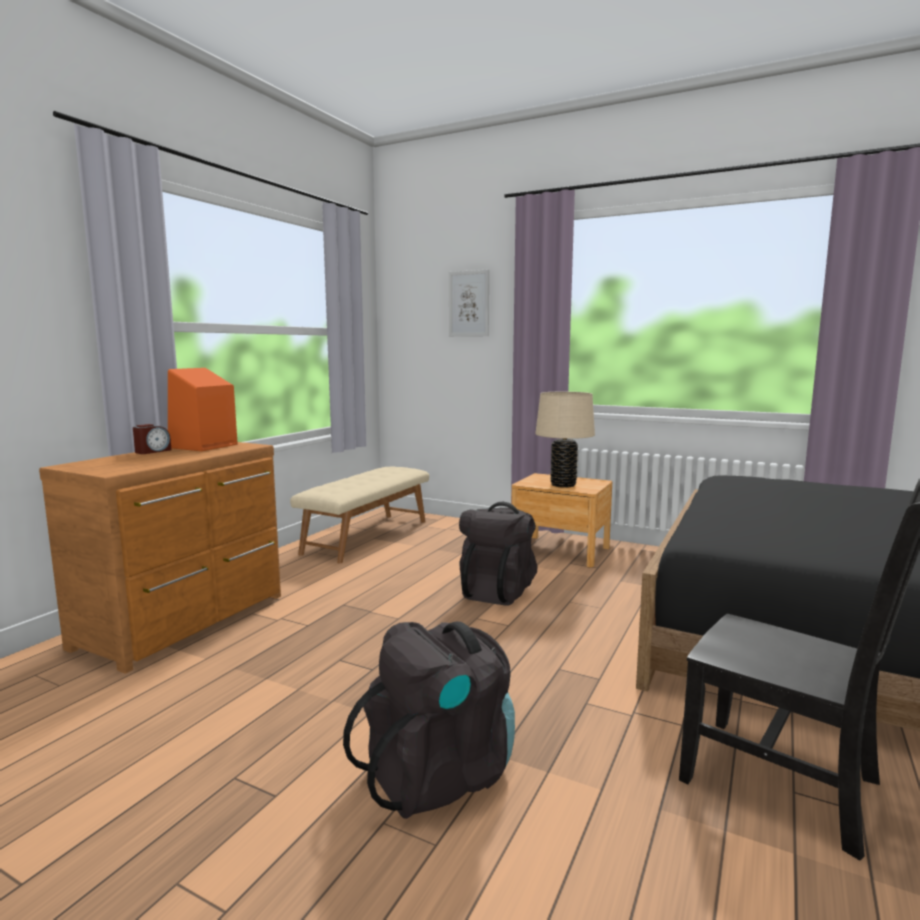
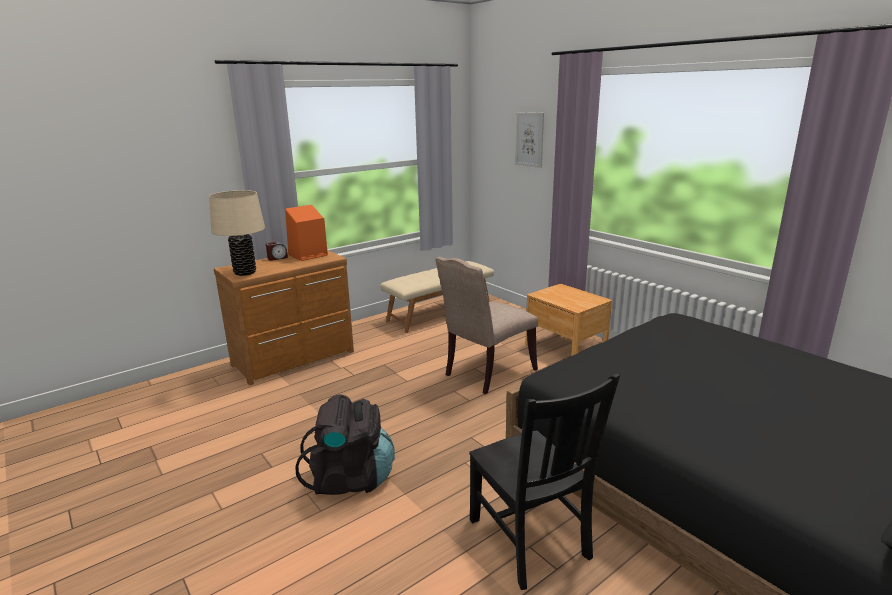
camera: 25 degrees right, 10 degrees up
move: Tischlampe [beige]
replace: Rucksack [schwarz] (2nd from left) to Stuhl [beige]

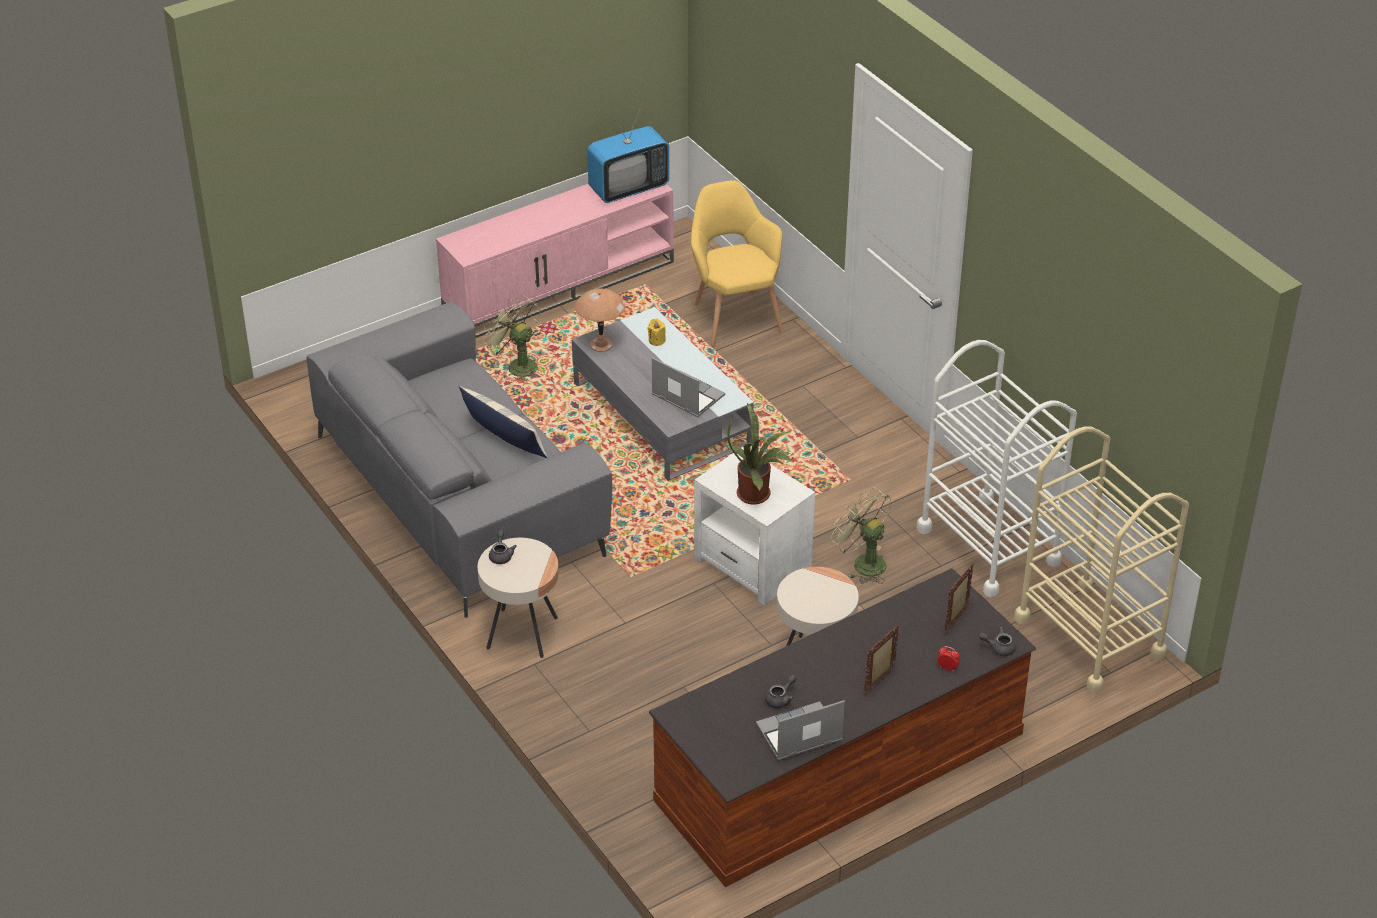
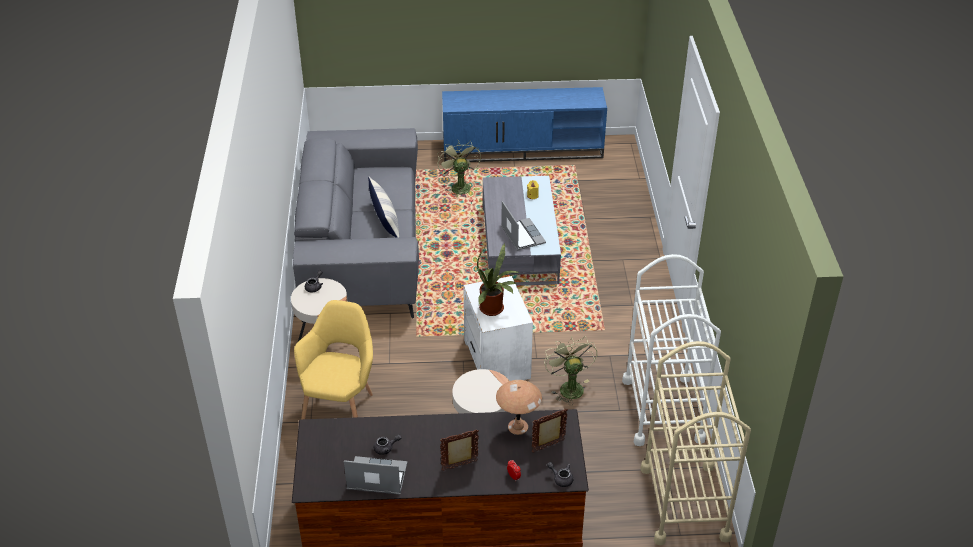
camera: 30 degrees right, 0 degrees up
delete: Fernseher
move: Sessel [gelb]; Tischlampe [braun]
recolor: Fernsehschrank [rosa] to Fernsehschrank [blau]

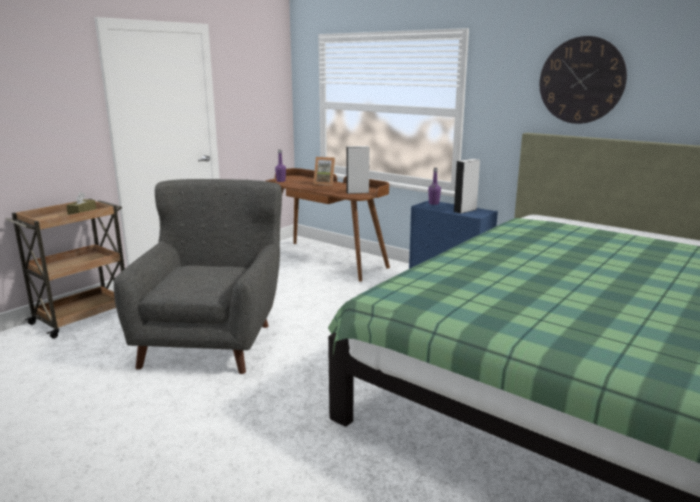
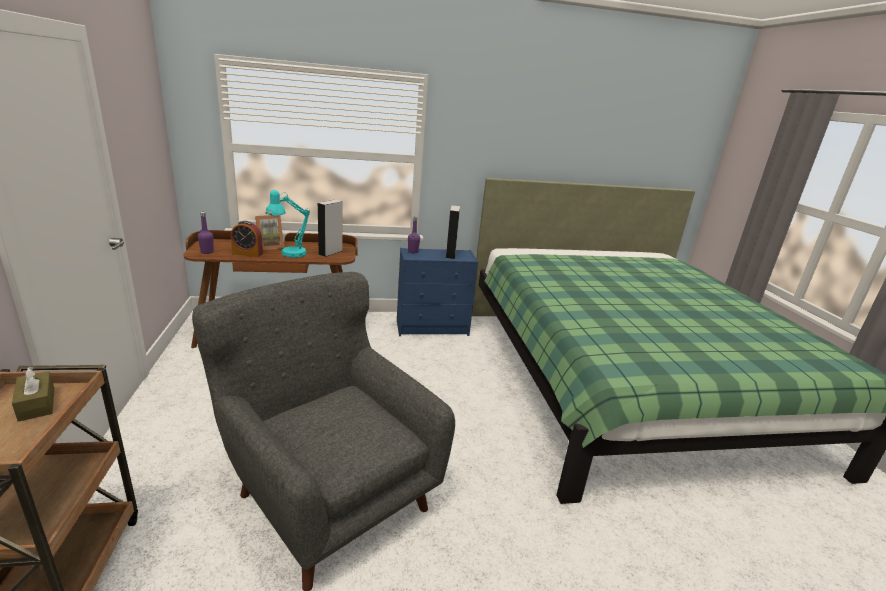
camera: 50 degrees left, 5 degrees up
delete: Wanduhr
insert: Wecker; Tischlampe [türkis]

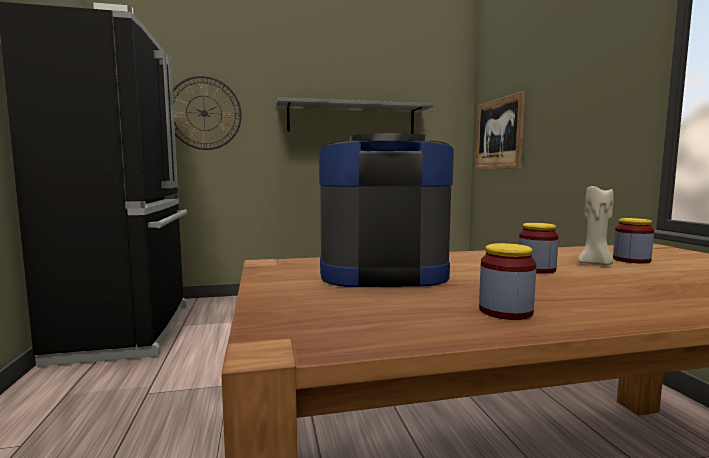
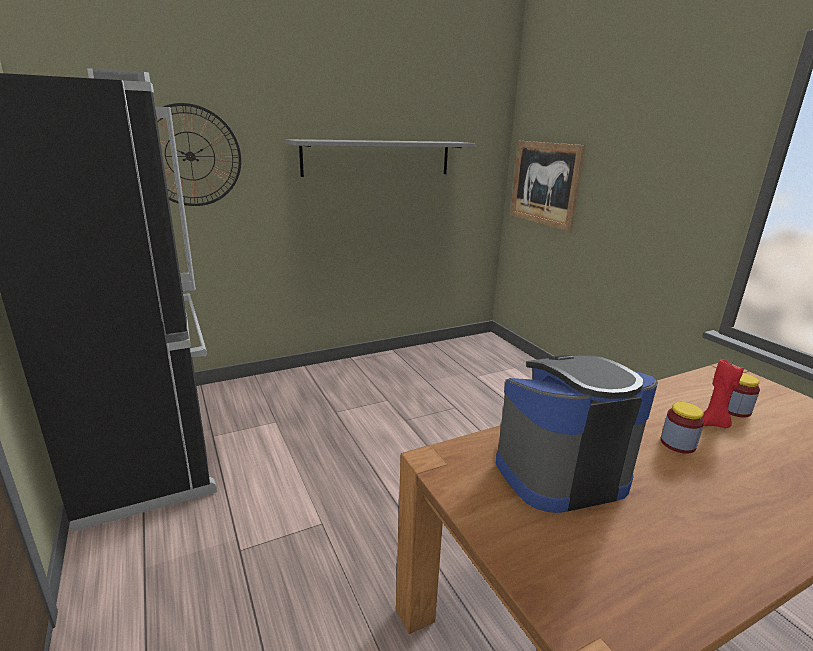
camera: 15 degrees left, 15 degrees up
delete: Vorratsglas (1st from left)
recolor: Kerze [beige] to Kerze [rot]

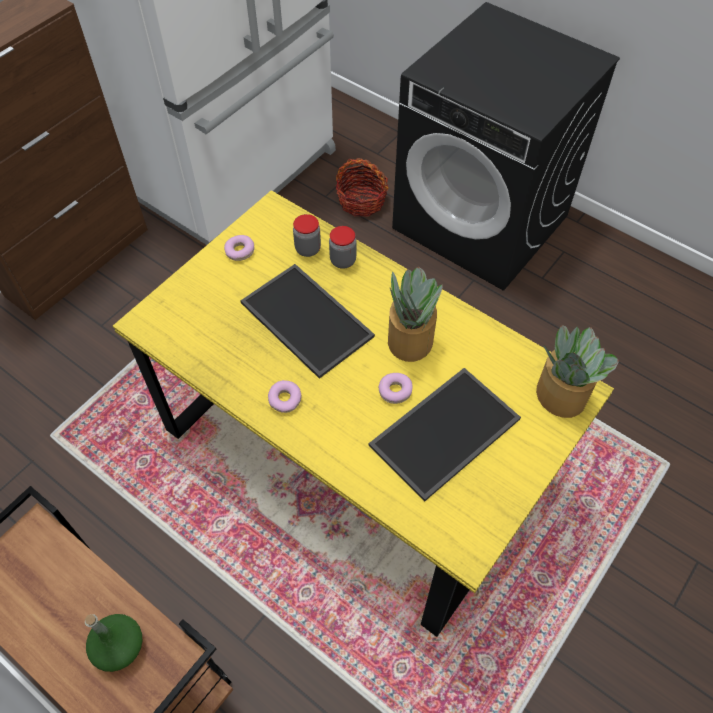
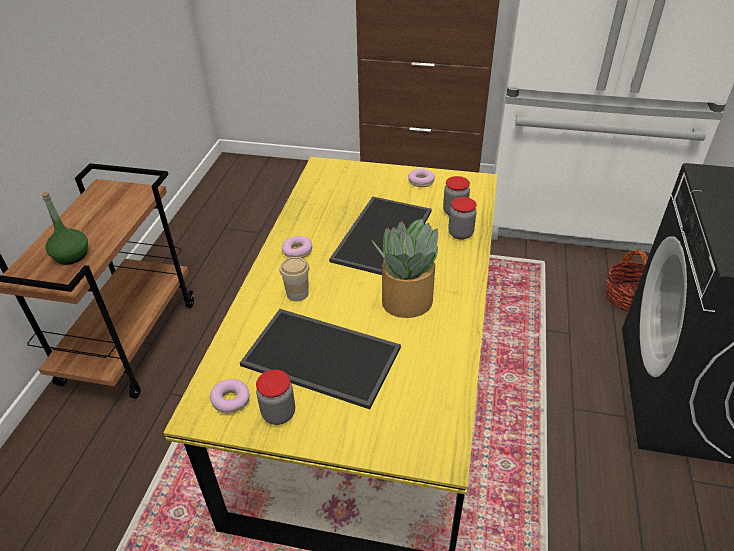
camera: 65 degrees right, 15 degrees down
delete: Topfpflanze (2nd from left)
insert: Vorratsglas (1st from left); Tasse
move: Donut (3rd from left in the first image) to Donut (1st from left)

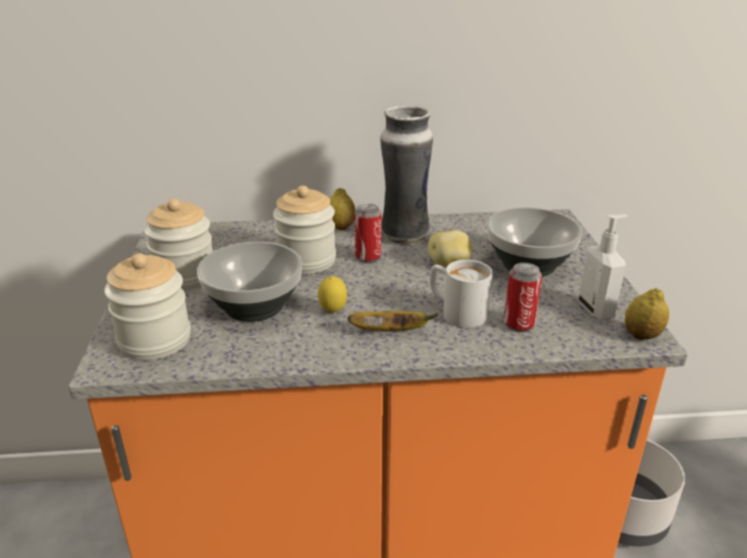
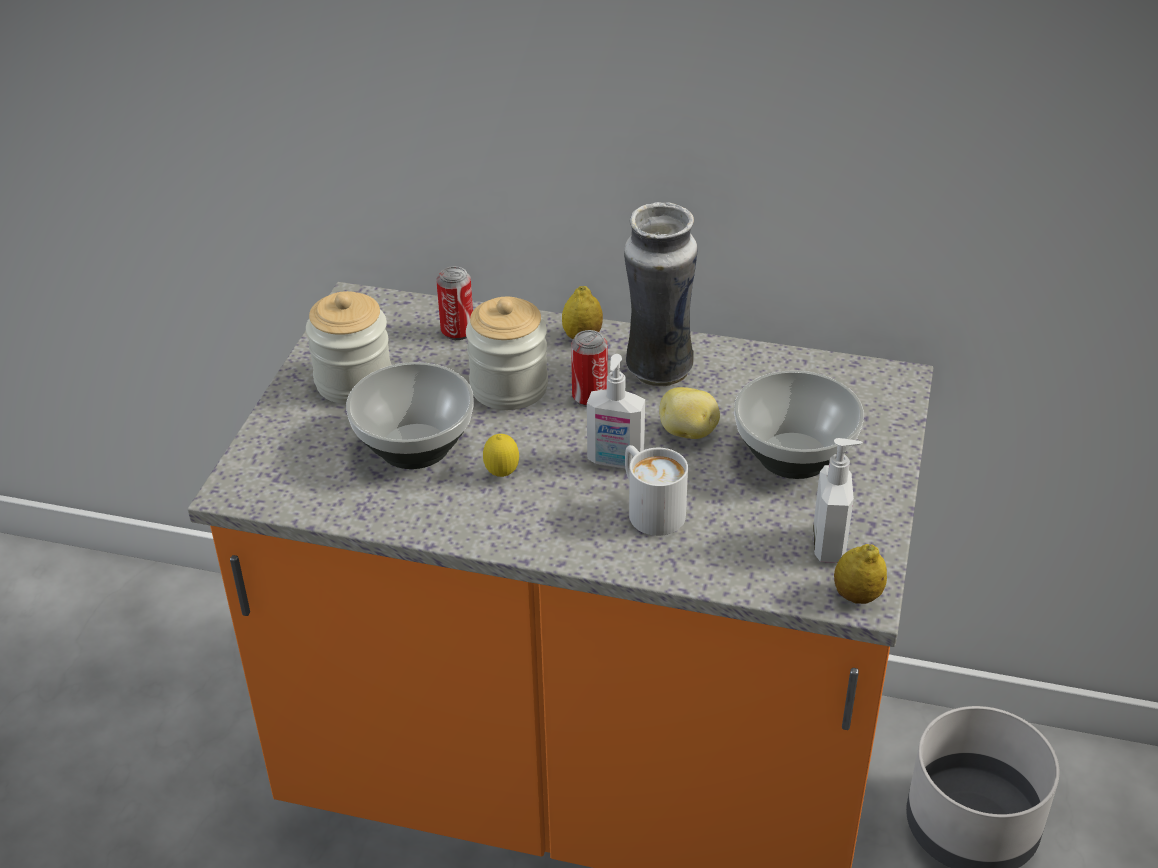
camera: 20 degrees right, 10 degrees up
delete: Vorratsglas (1st from left); Banane
insert: Seifenspender (1st from left)
move: Dose (2nd from left in the first image) to Dose (1st from left)

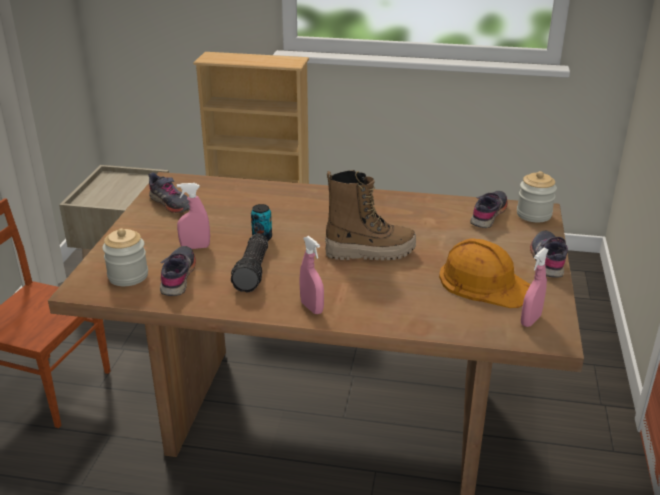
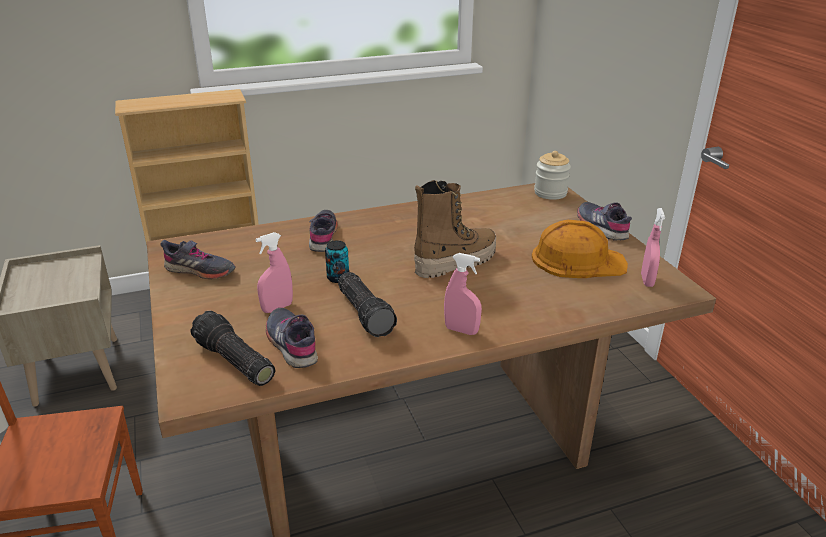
camera: 30 degrees left, 0 degrees up
move: Schuh [grau] (3rd from left)
replace: Vorratsglas (1st from left) to Taschenlampe (1st from left)

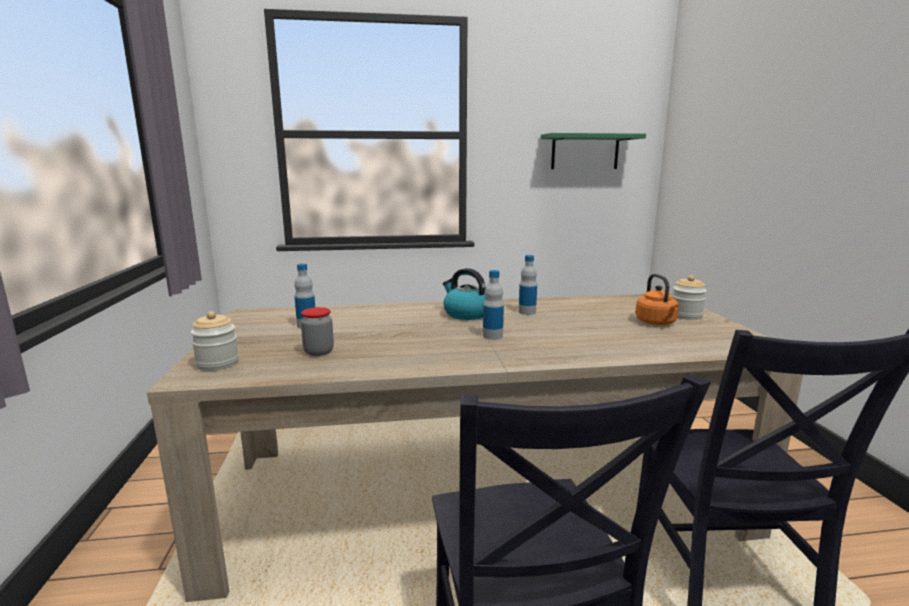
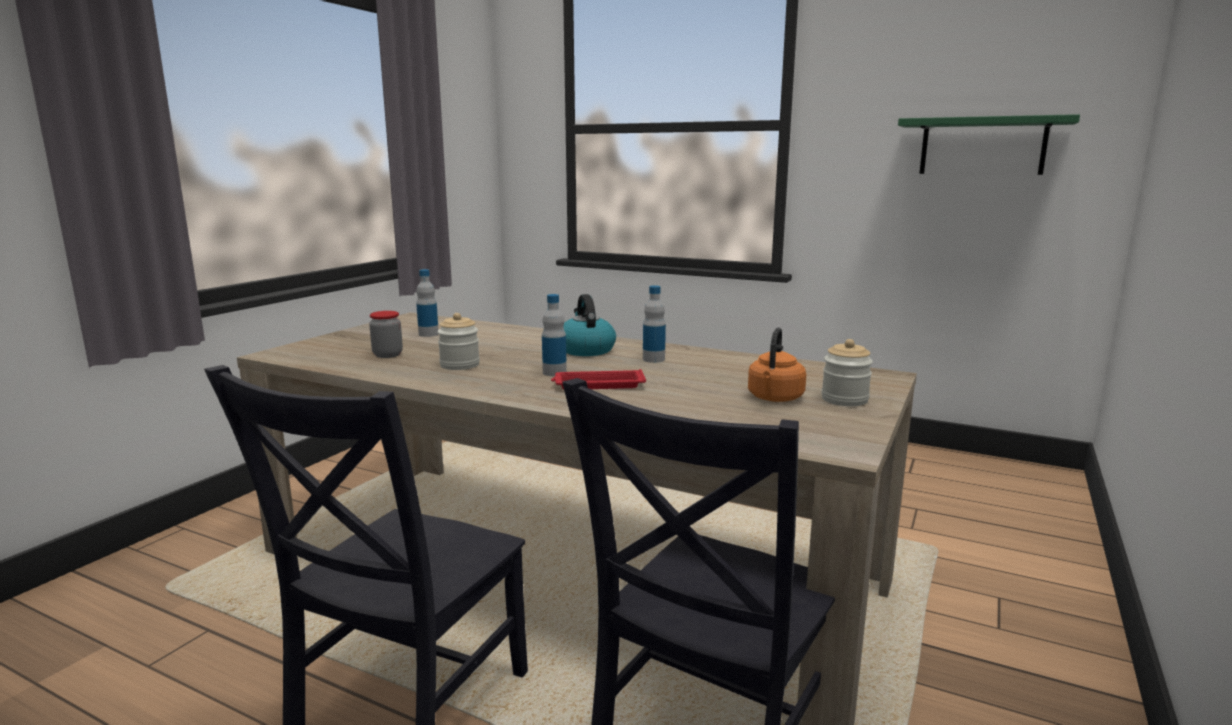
camera: 35 degrees right, 0 degrees up
insert: Tablett [rot]
move: Vorratsglas (1st from left in the first image) to Vorratsglas (2nd from left)

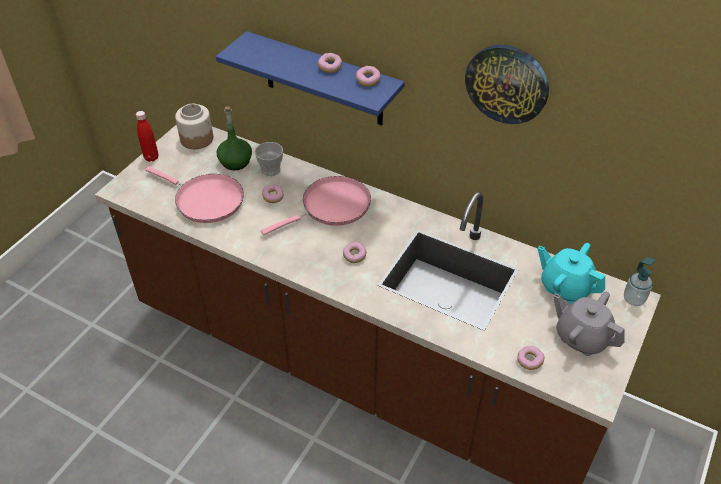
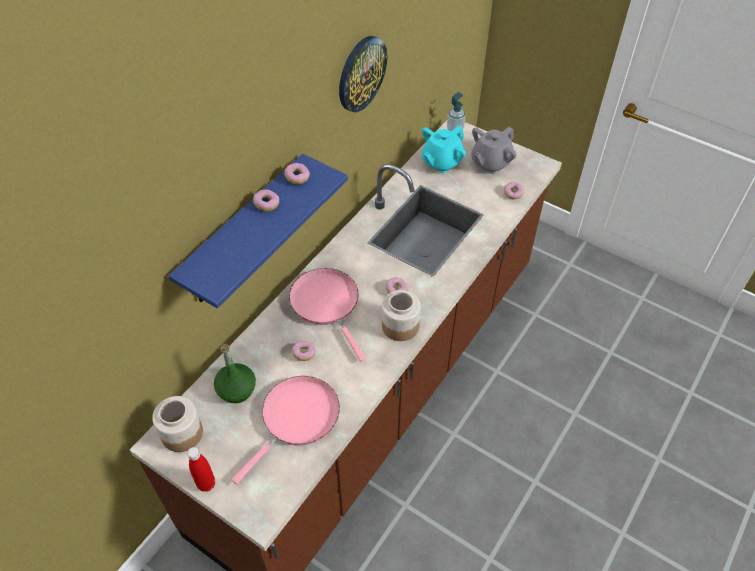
camera: 85 degrees left, 5 degrees up
delete: Tasse
insert: Vorratsglas (2nd from left)

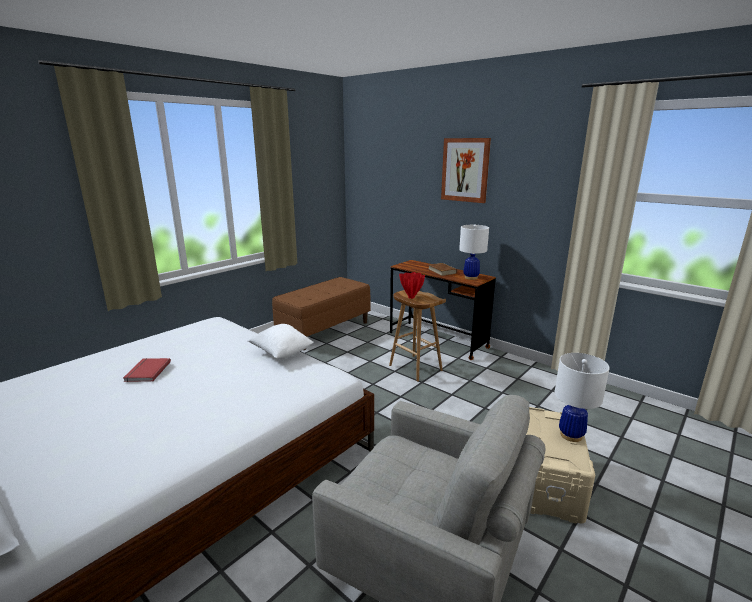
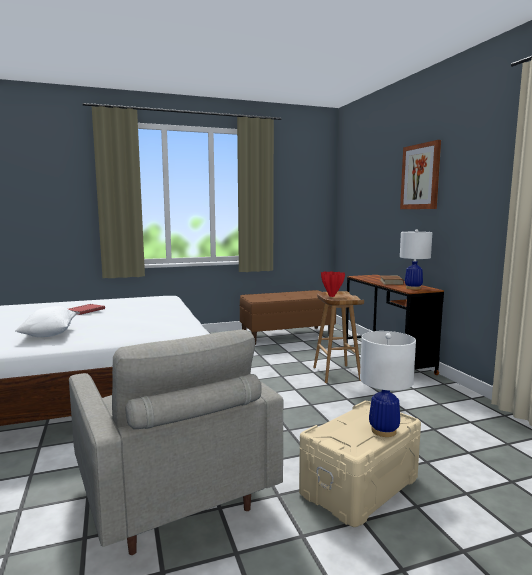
camera: 30 degrees right, 10 degrees down
move: Kissen [weiß]

